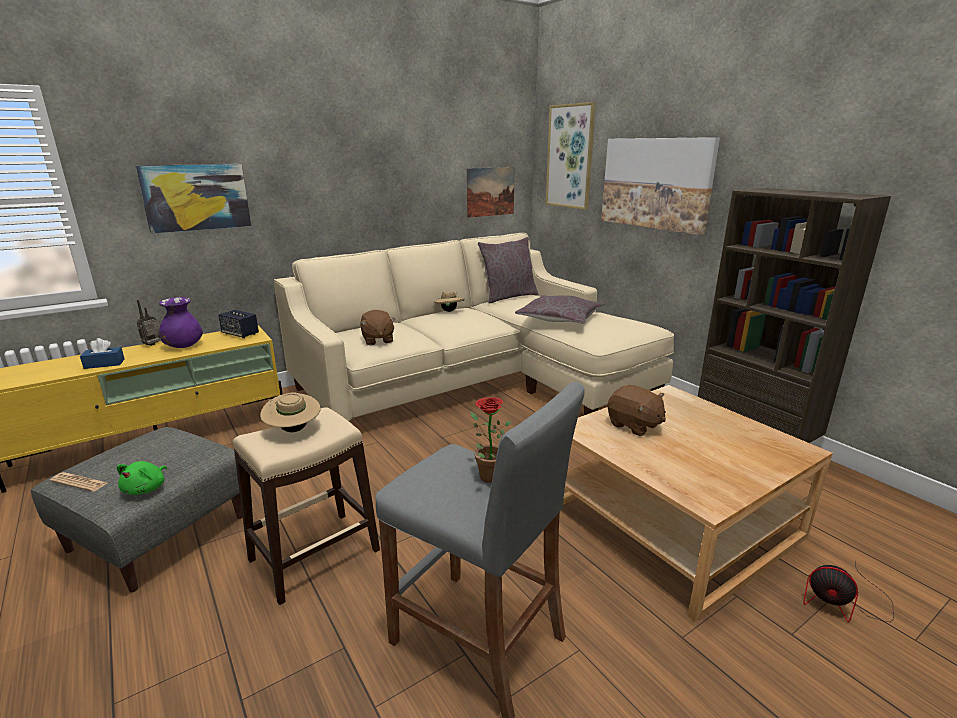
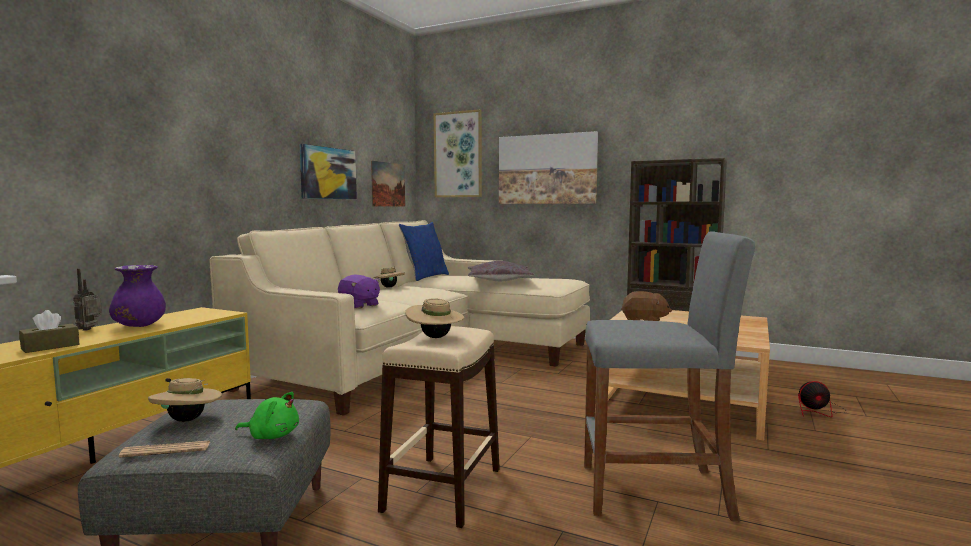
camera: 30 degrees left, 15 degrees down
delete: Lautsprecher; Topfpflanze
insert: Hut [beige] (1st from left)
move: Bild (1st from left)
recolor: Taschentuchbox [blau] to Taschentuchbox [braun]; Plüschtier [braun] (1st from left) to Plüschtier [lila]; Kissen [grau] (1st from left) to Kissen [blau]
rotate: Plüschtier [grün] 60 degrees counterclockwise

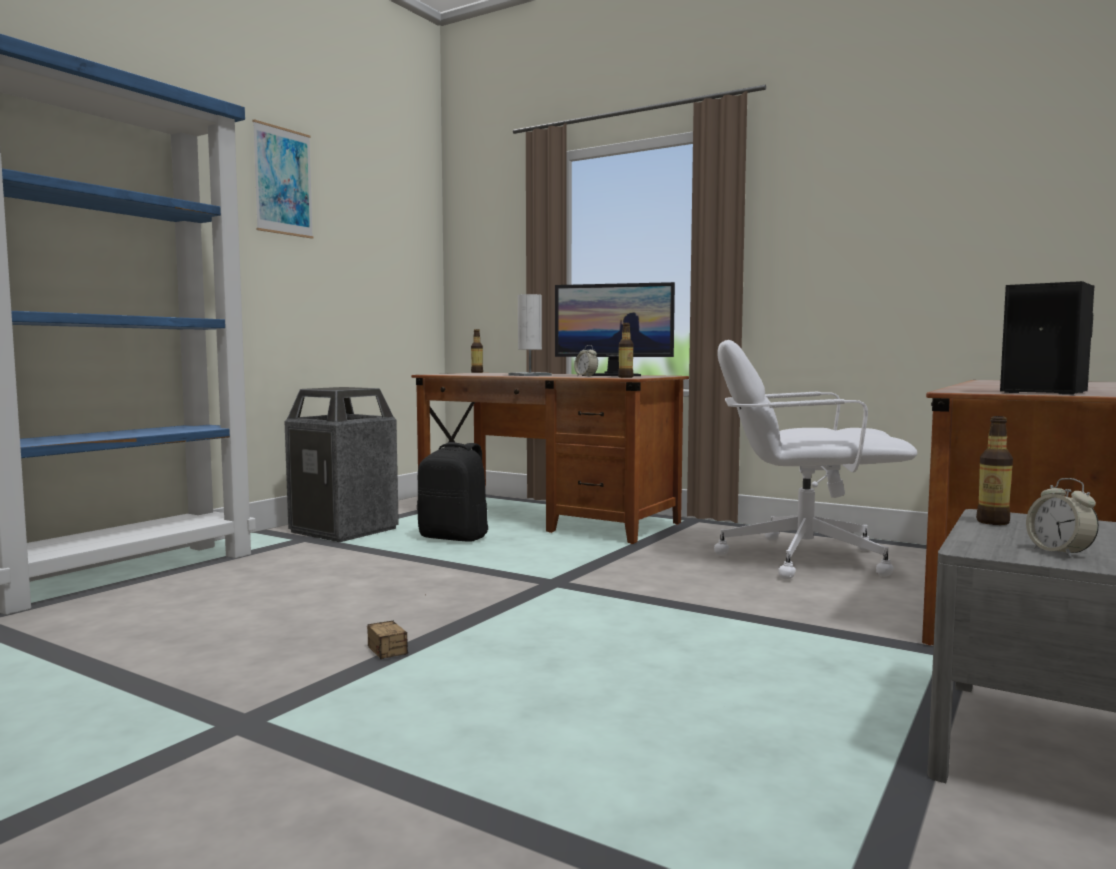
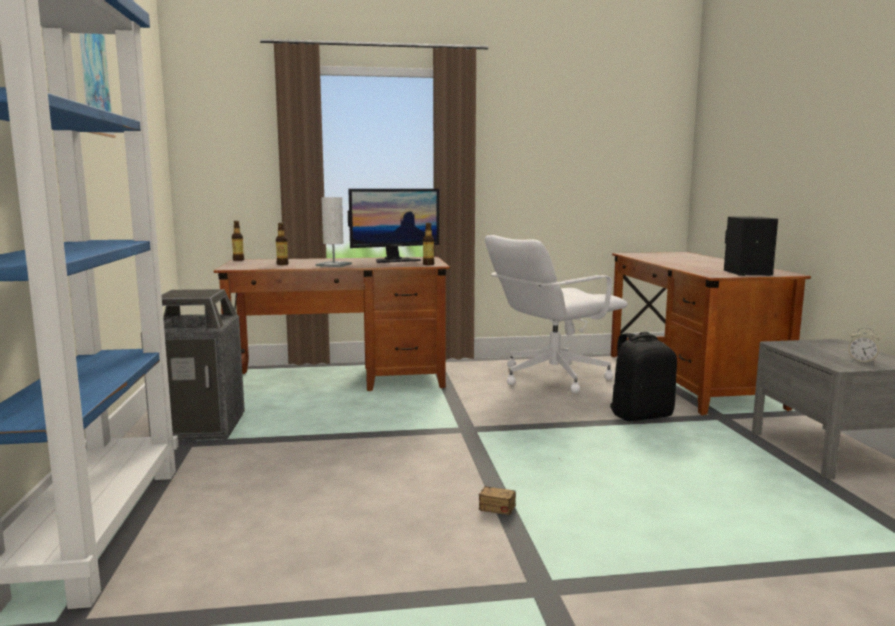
camera: 40 degrees left, 5 degrees up
delete: Wecker (1st from left)
move: Flasche (3rd from left in the first image) to Flasche (2nd from left); Rucksack [schwarz]

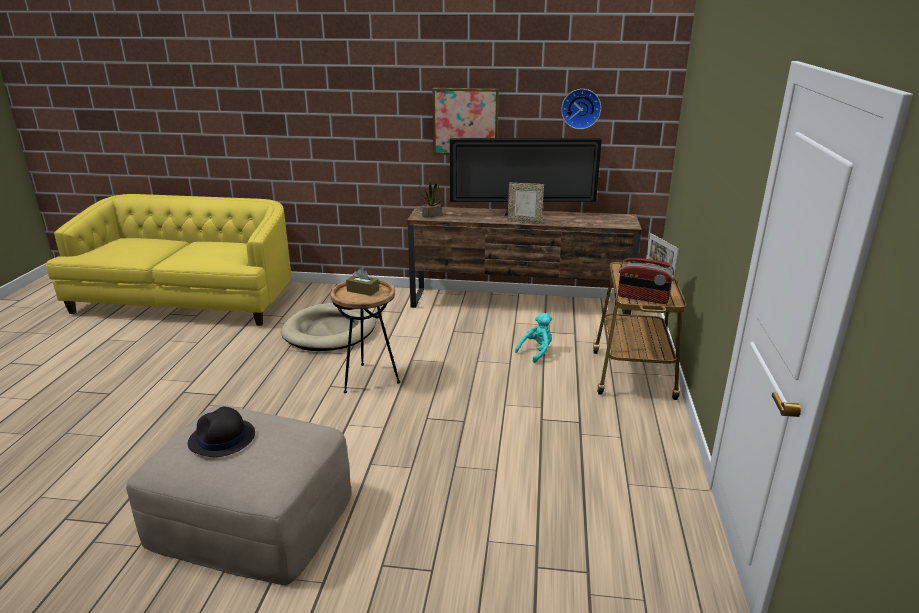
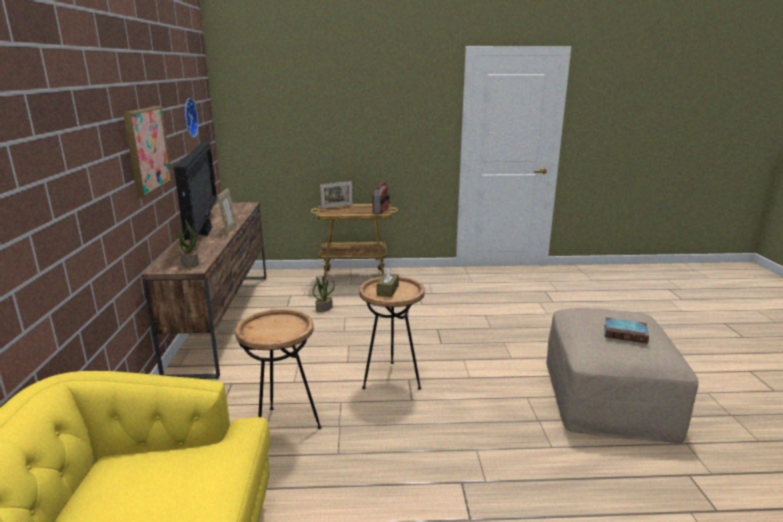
camera: 100 degrees left, 5 degrees down
replace: Hundebett [beige] to Beistelltisch [braun] (1st from left); Plüschtier [türkis] to Topfpflanze (2nd from left); Hut [schwarz] to Buch

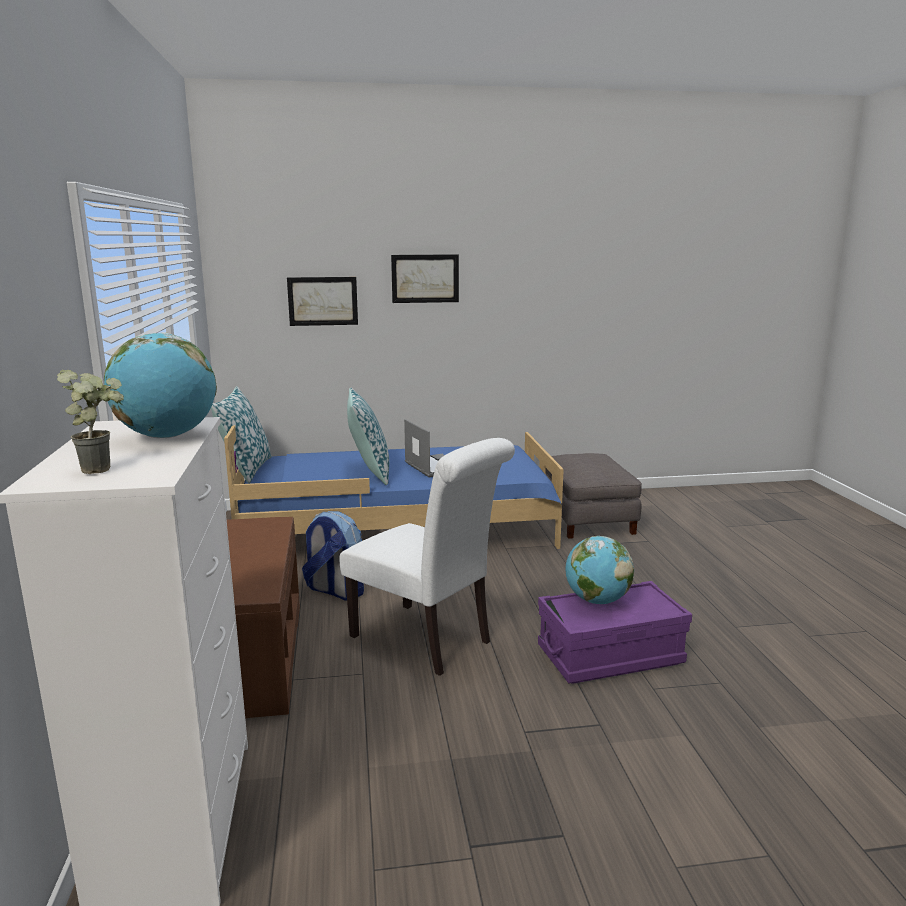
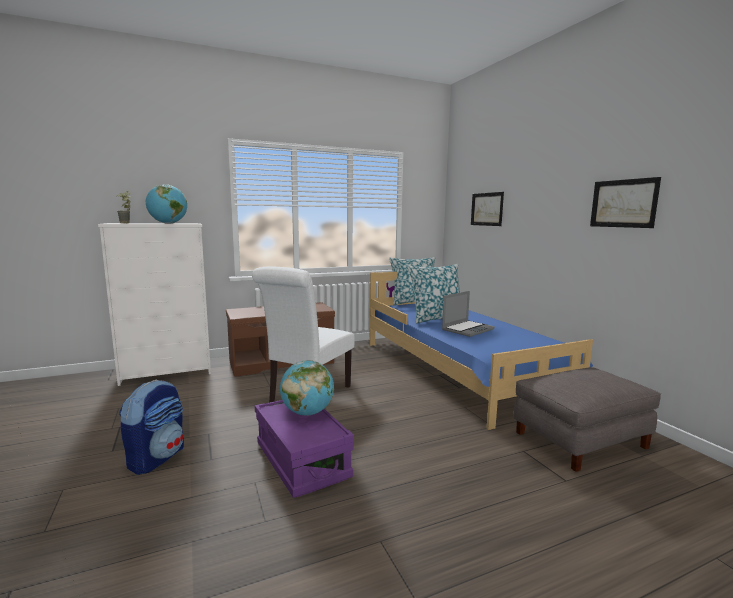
camera: 75 degrees right, 5 degrees down
move: Rucksack; Bild (2nd from left)

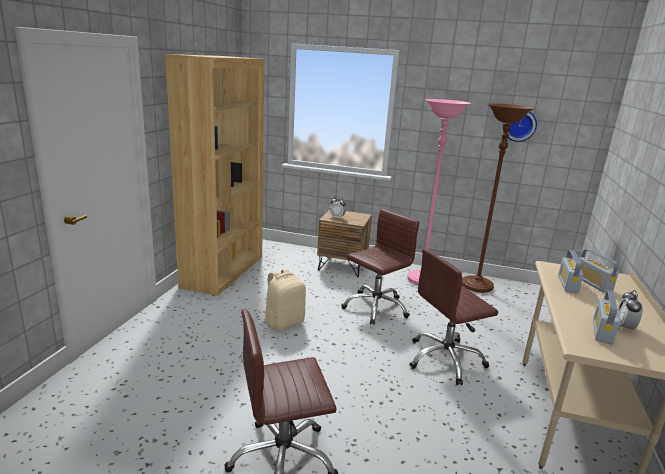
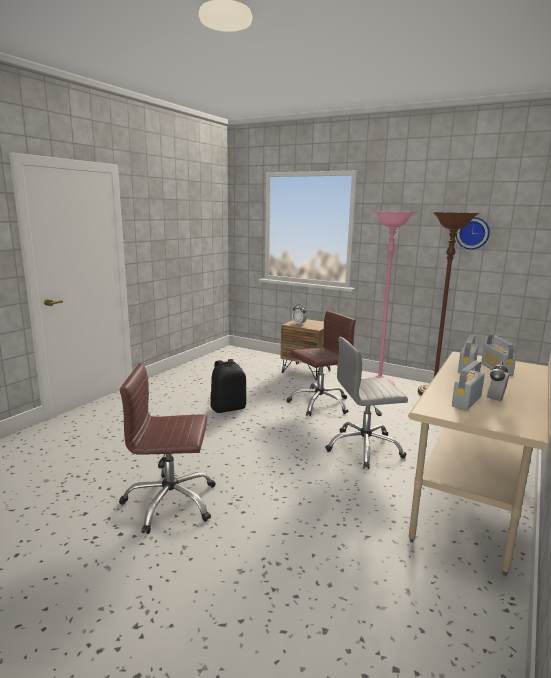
camera: 15 degrees right, 5 degrees down
delete: Bücherregal [braun]
recolor: Rucksack [beige] to Rucksack [schwarz]; Bürostuhl [braun] (3rd from left) to Bürostuhl [grau]

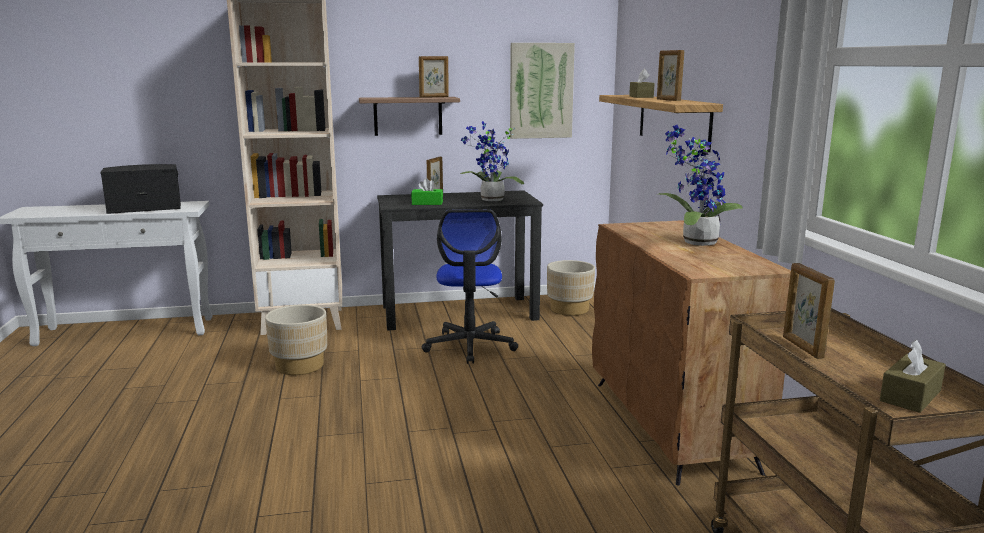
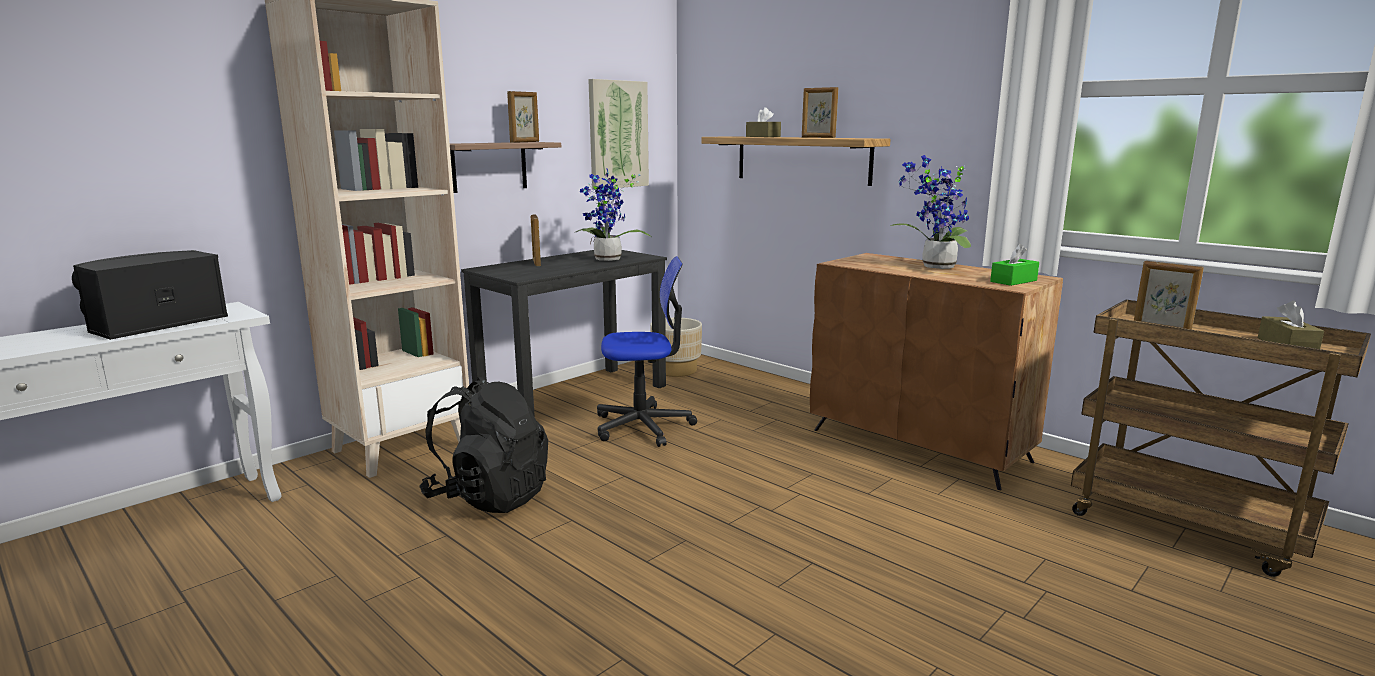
camera: 35 degrees left, 0 degrees up
move: Taschentuchbox [grün]
replace: Pflanzkübel [beige] (1st from left) to Rucksack [schwarz]
rotate: Bürostuhl 60 degrees counterclockwise

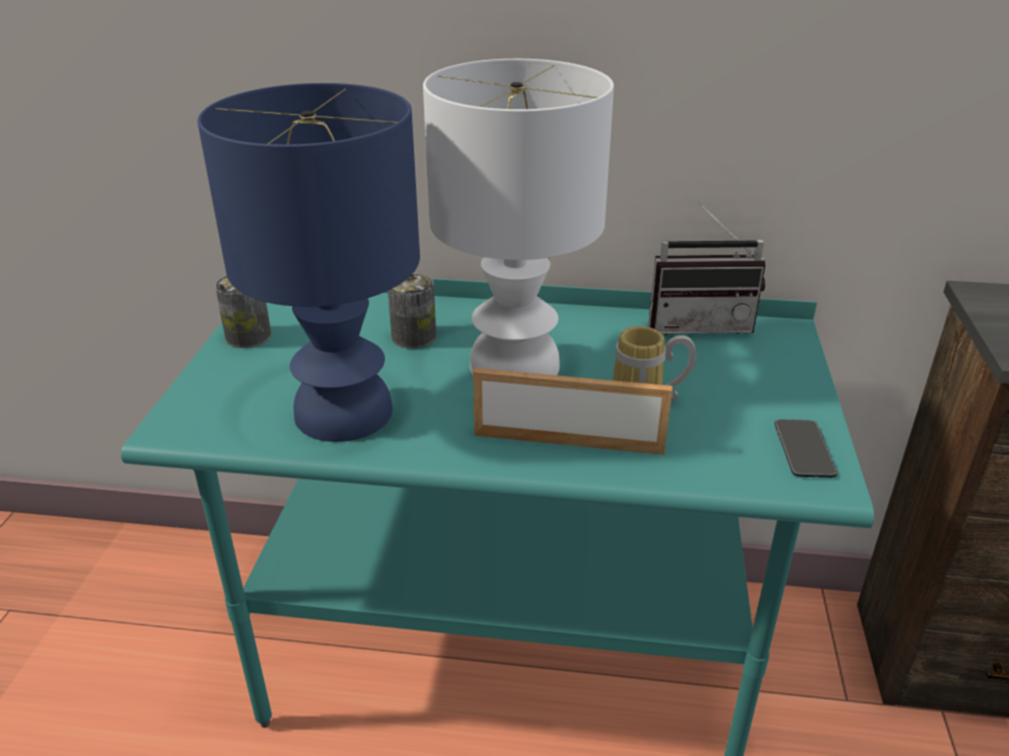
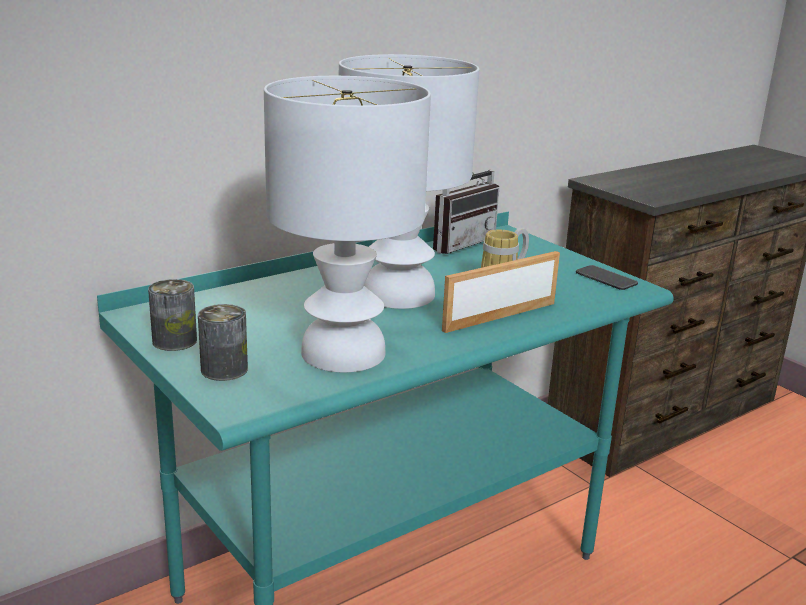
camera: 45 degrees left, 10 degrees down
move: Dose (2nd from left)
recolor: Tischlampe [blau] to Tischlampe [weiß] (1st from left)

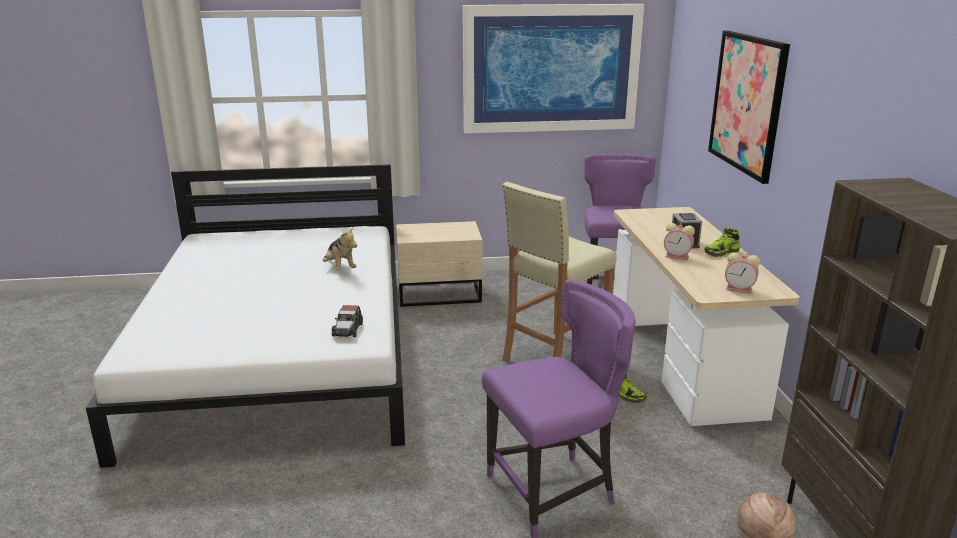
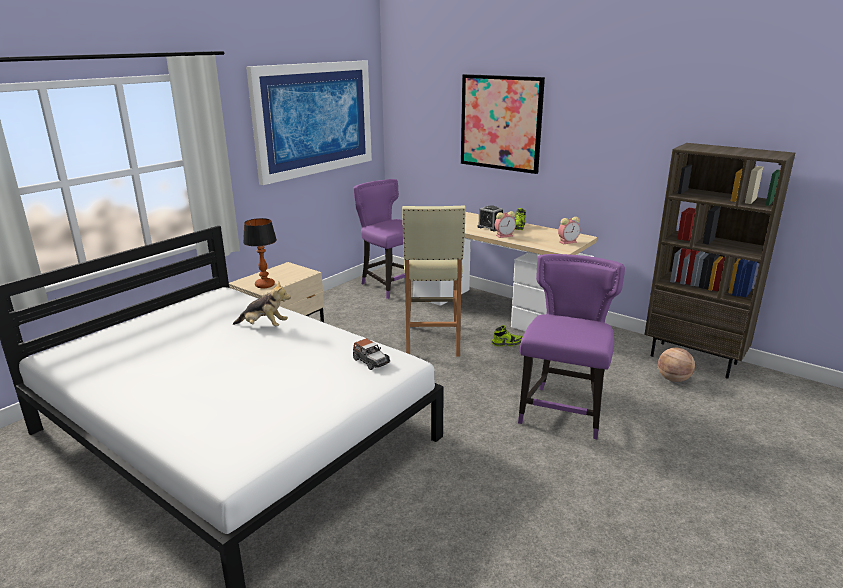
camera: 45 degrees left, 0 degrees up
insert: Tischlampe

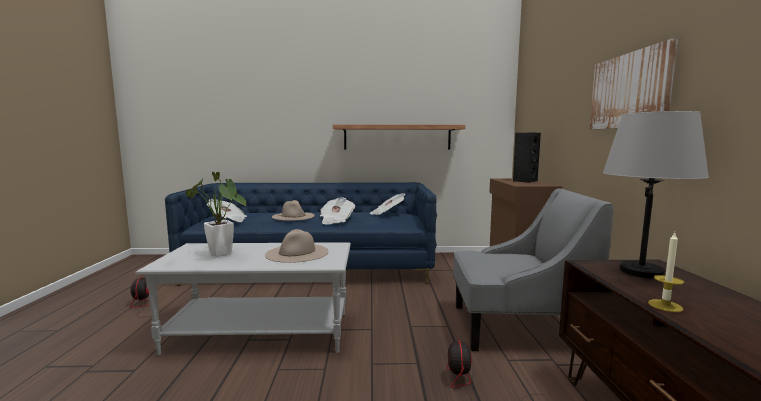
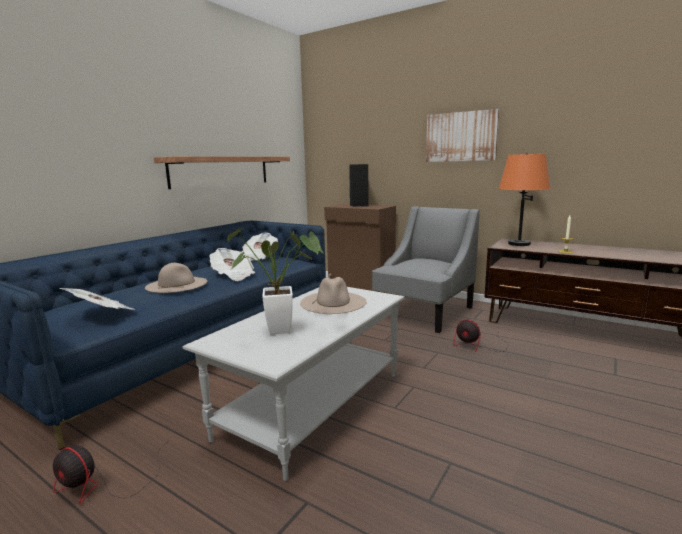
camera: 55 degrees left, 5 degrees up
recolor: Tischlampe [grau] to Tischlampe [orange]

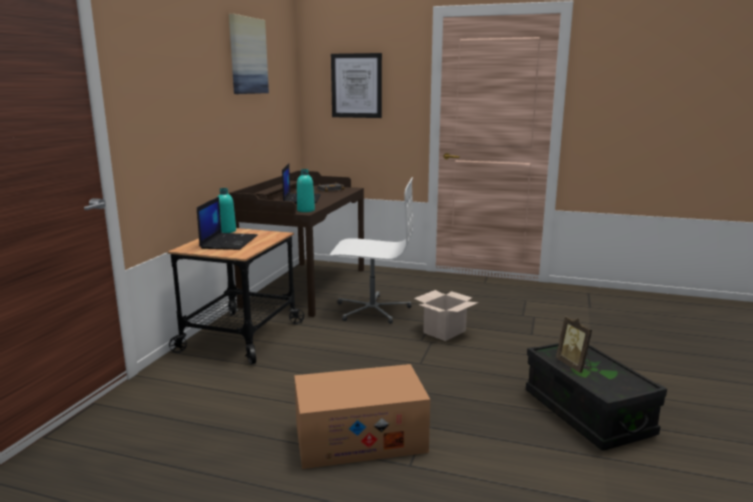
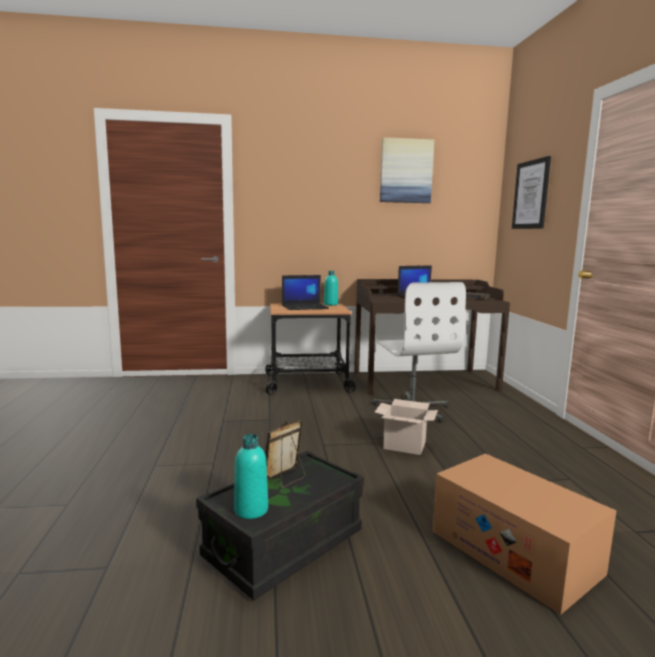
camera: 65 degrees right, 5 degrees down
move: Flasche [türkis] (2nd from left in the first image) to Flasche [türkis] (1st from left); Karton (1st from left in the first image) to Karton (2nd from left)

